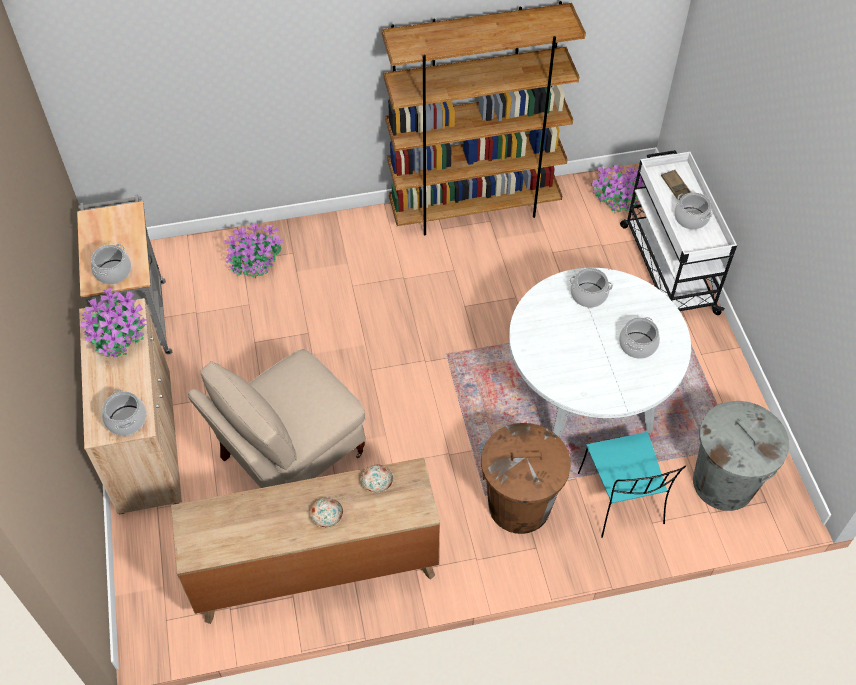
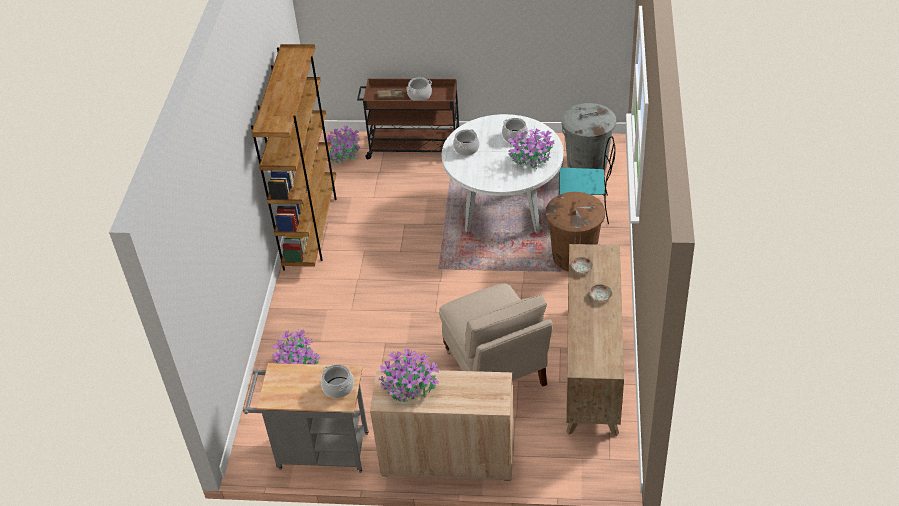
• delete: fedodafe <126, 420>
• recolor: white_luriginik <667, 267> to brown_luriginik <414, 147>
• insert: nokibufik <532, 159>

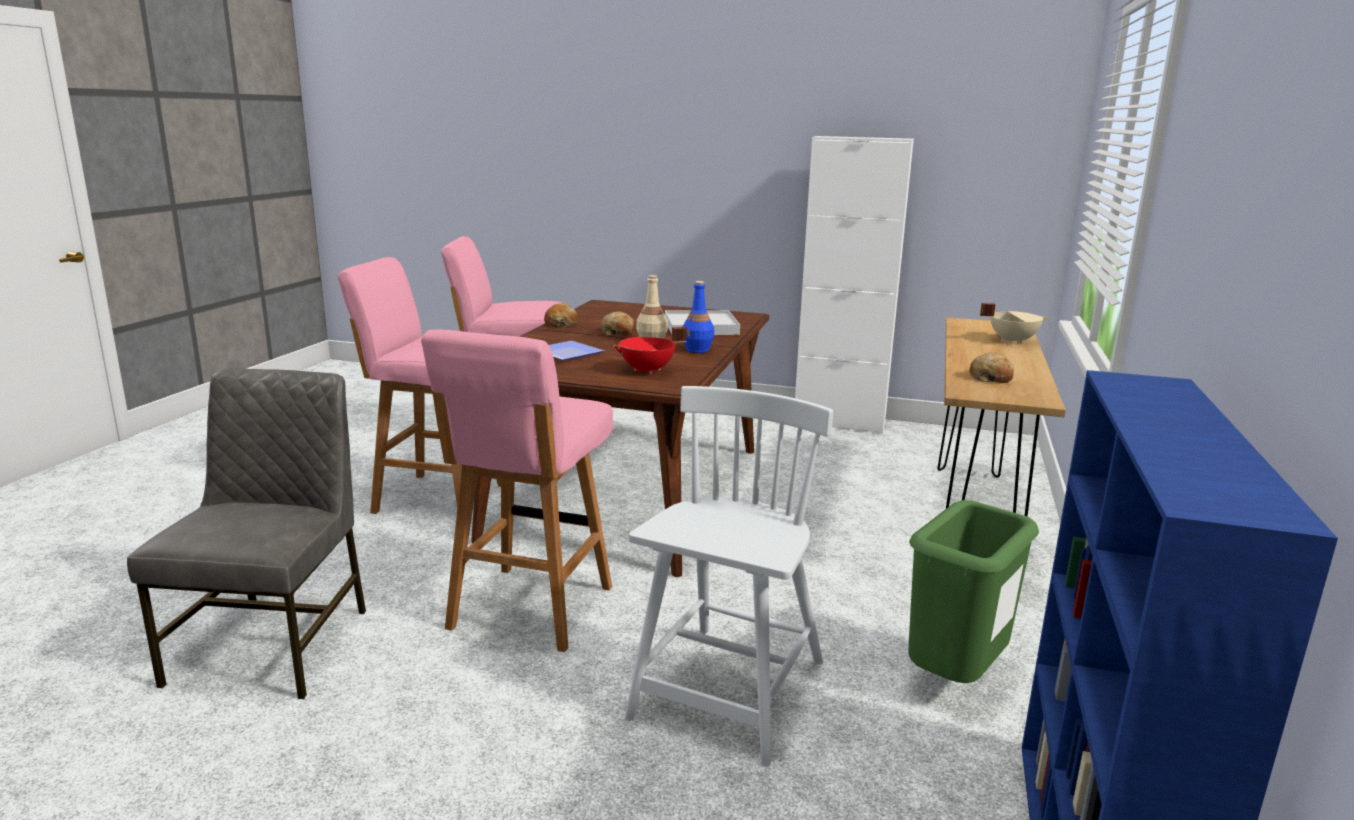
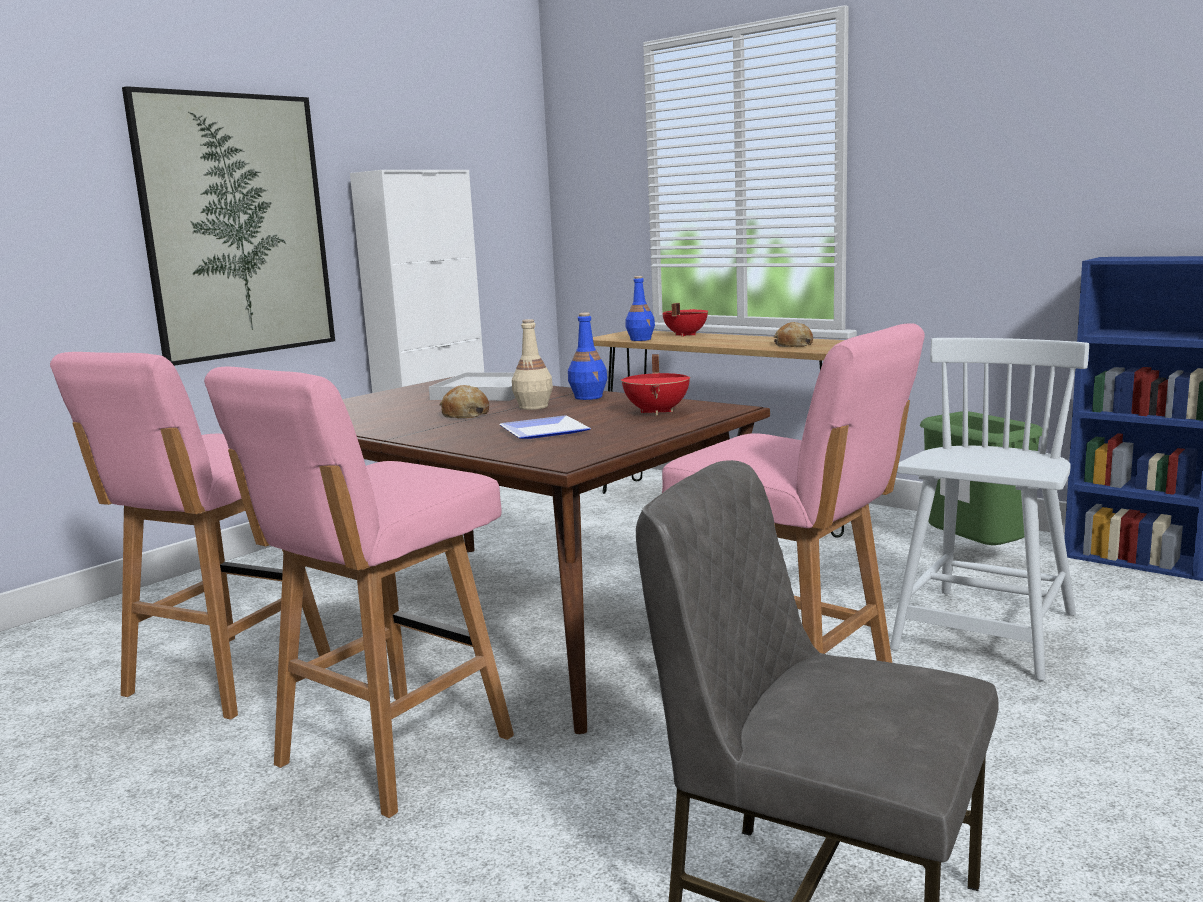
• delete: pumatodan <561, 323>
• rotate: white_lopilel <728, 693> = <985, 633> 75 degrees clockwise
• recolor: beige_fedodafe <1012, 341> to red_fedodafe <684, 335>
• insert: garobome <236, 226>
• insert: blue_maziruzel <641, 339>

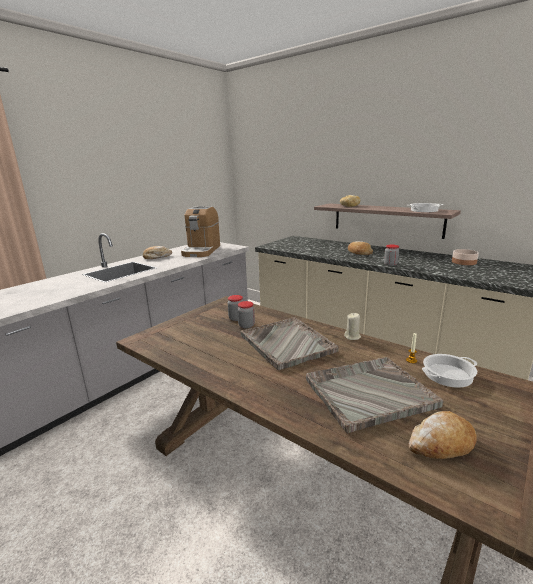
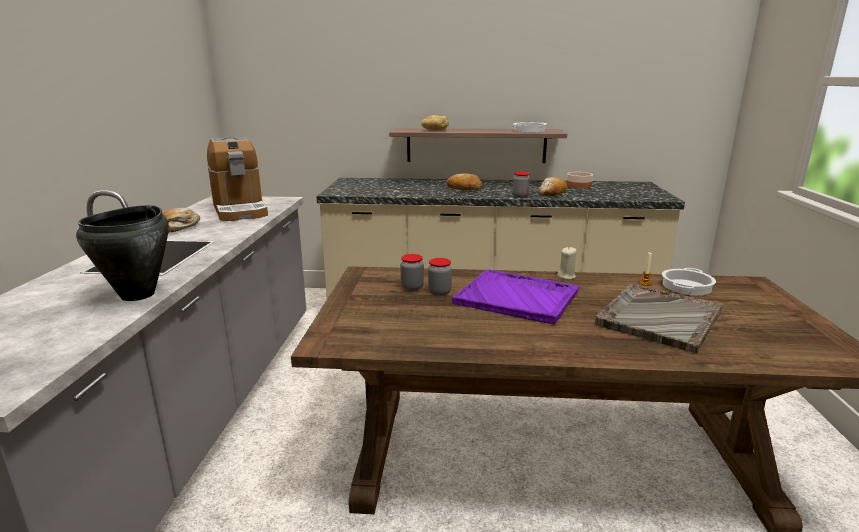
• recolor: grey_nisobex <287, 343> to purple_nisobex <517, 298>
• move: pumatodan <441, 443> to <552, 193>
• insert: black_fedodafe <138, 295>

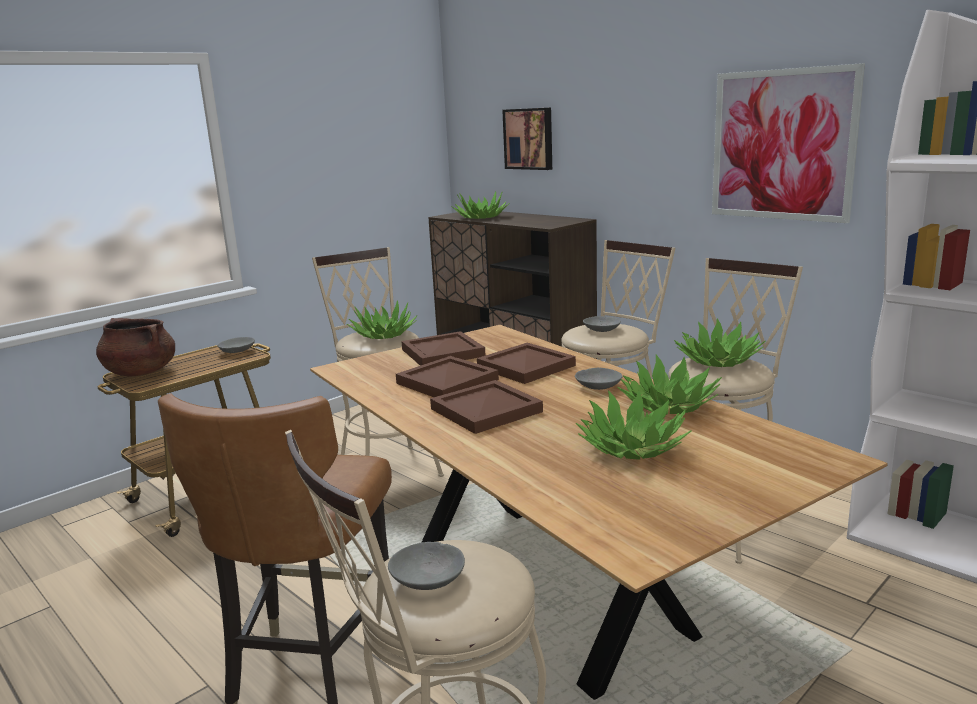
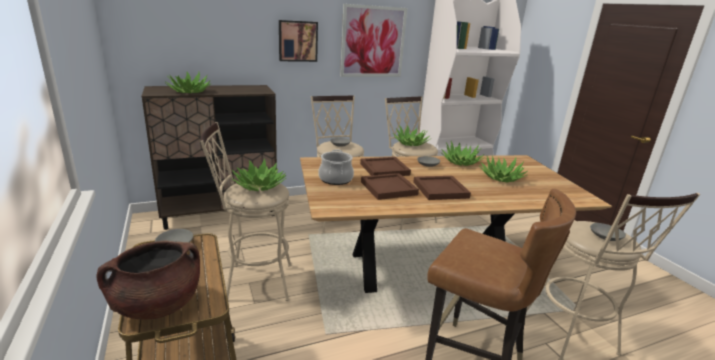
• replace: brown_nisobex <442, 353> to fedodafe <336, 179>
• move: garobome <529, 139> to <297, 41>

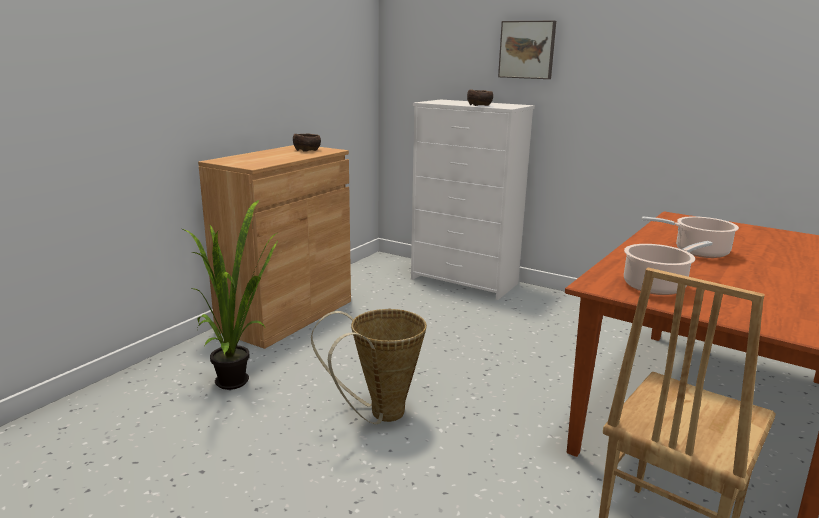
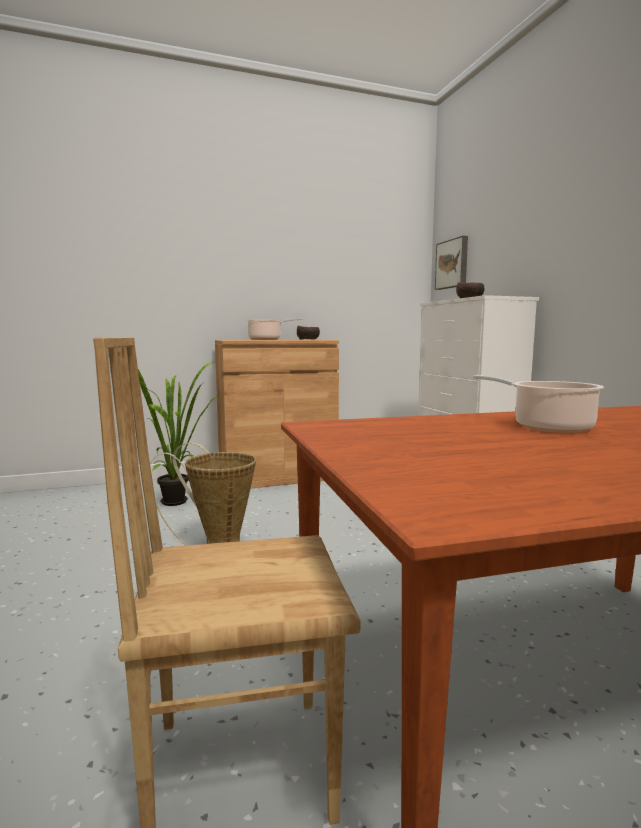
• move: garobome <527, 50> to <452, 264>
• move: fedodafe <657, 286> to <267, 339>

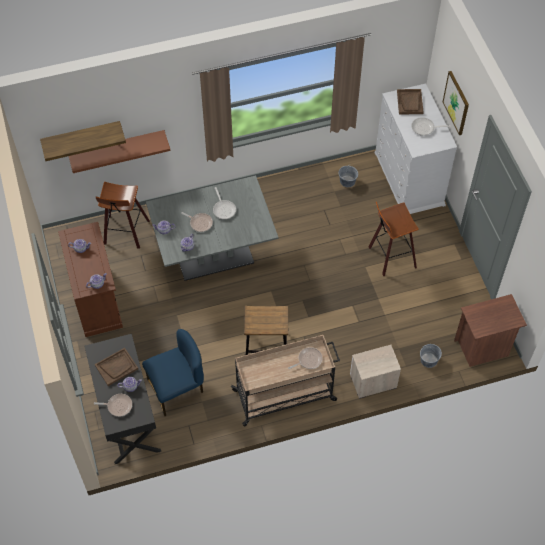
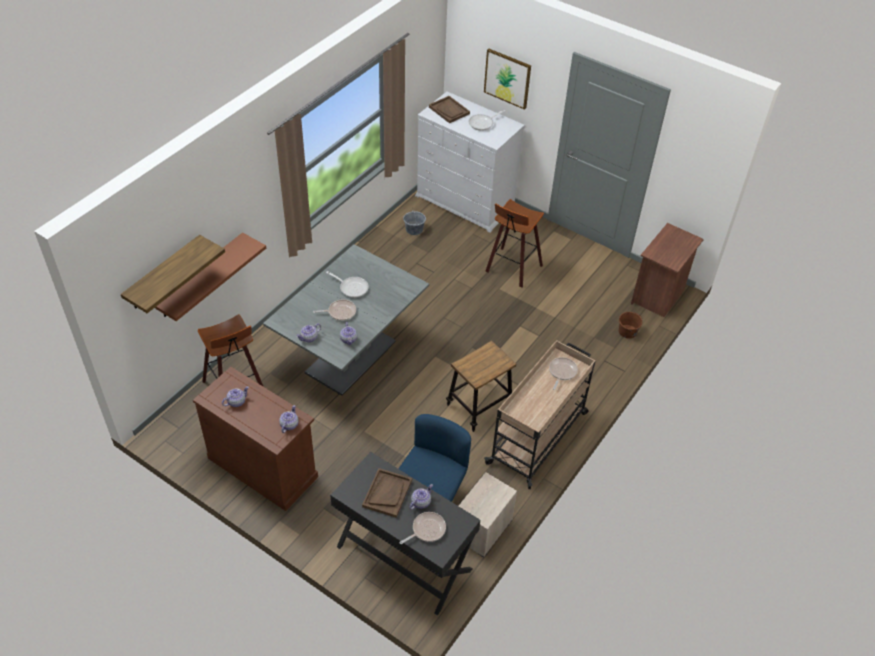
• move: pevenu <372, 381> to <482, 530>
• recolor: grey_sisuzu <429, 360> to brown_sisuzu <627, 331>

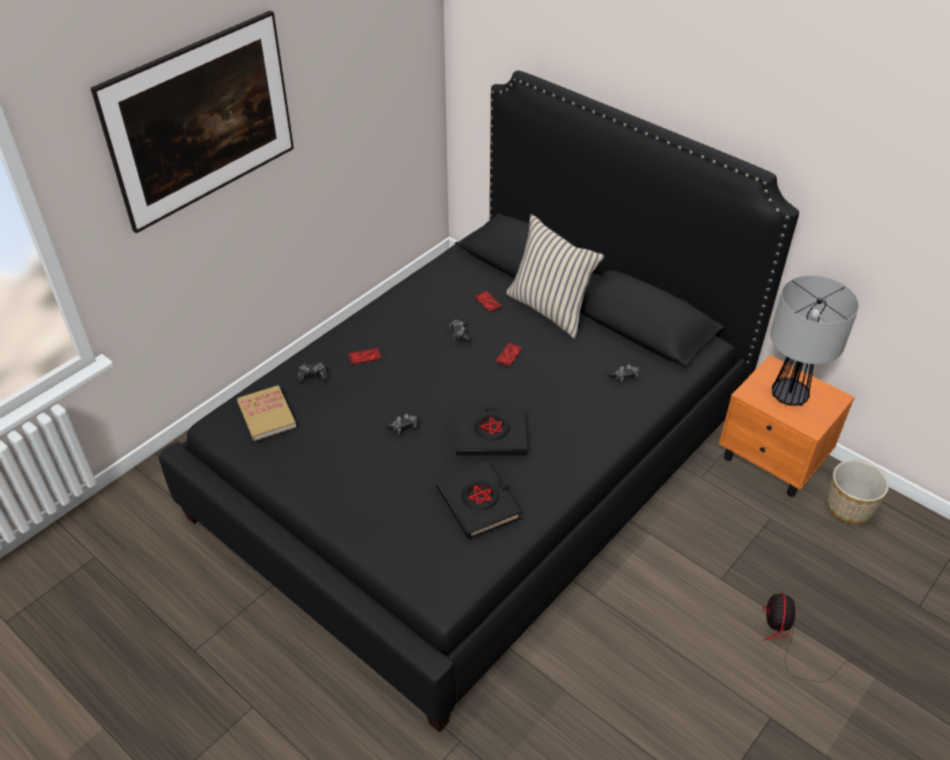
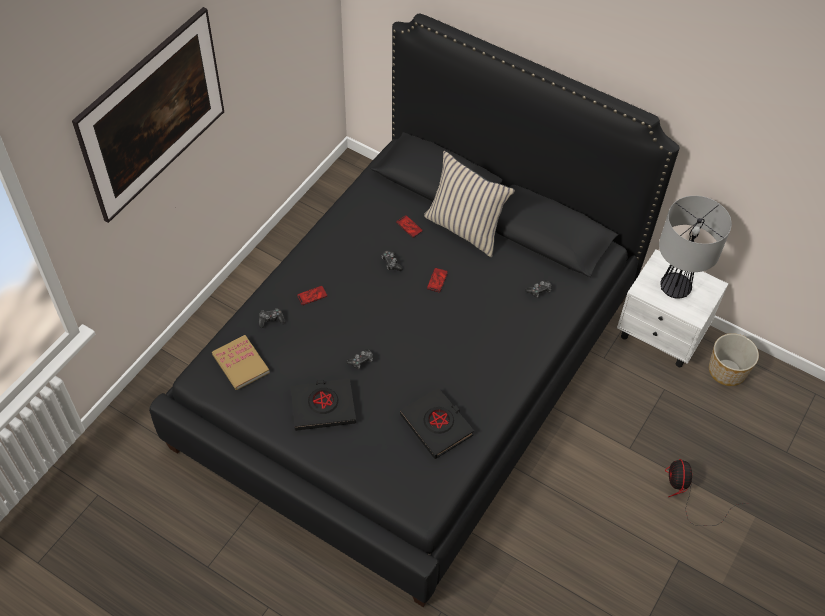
• move: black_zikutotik <491, 436> to <323, 407>
• recolor: orange_pevenu <773, 461> to white_pevenu <662, 335>

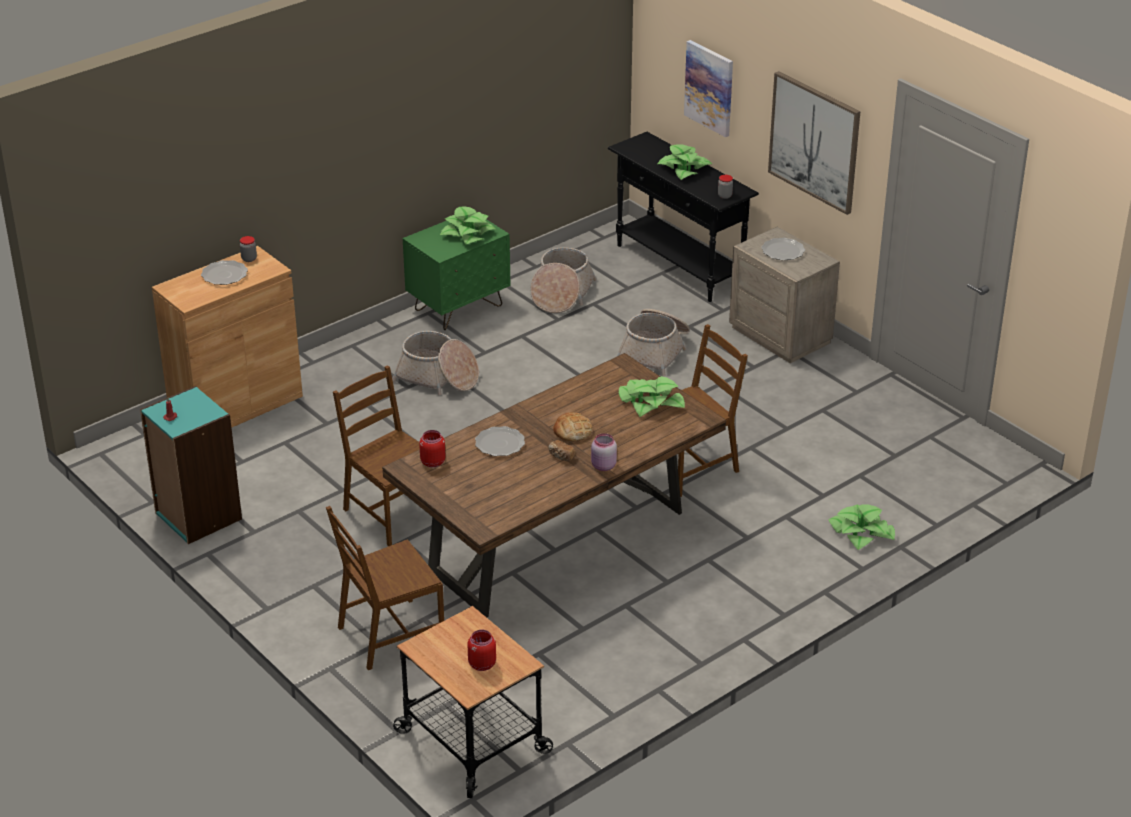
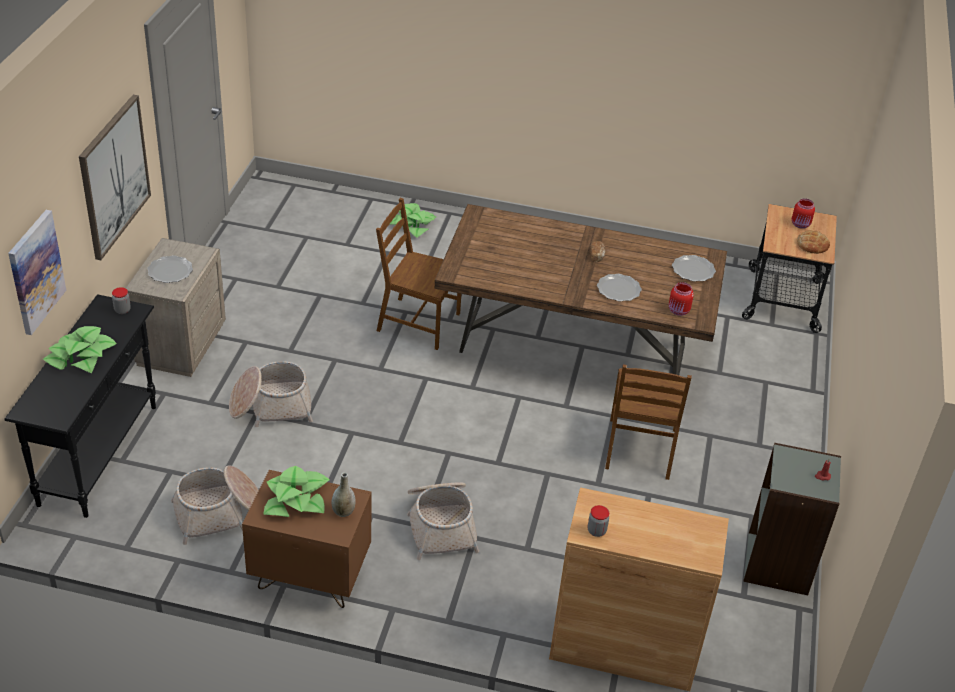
• recolor: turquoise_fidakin <197, 516> to grey_fidakin <778, 564>
• move: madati <224, 275> to <693, 270>
• delete: brown_lopilel <390, 635>
• recolor: green_pevenu <458, 308> to brown_pevenu <309, 577>
• move: pumatodan <572, 431> to <812, 245>
• delete: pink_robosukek <603, 466>
• delete: nokibufik <650, 402>
• insert: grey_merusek <343, 512>

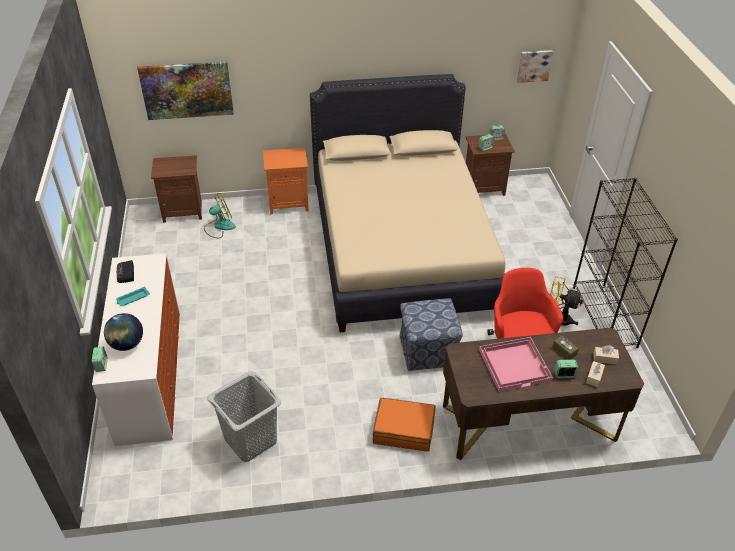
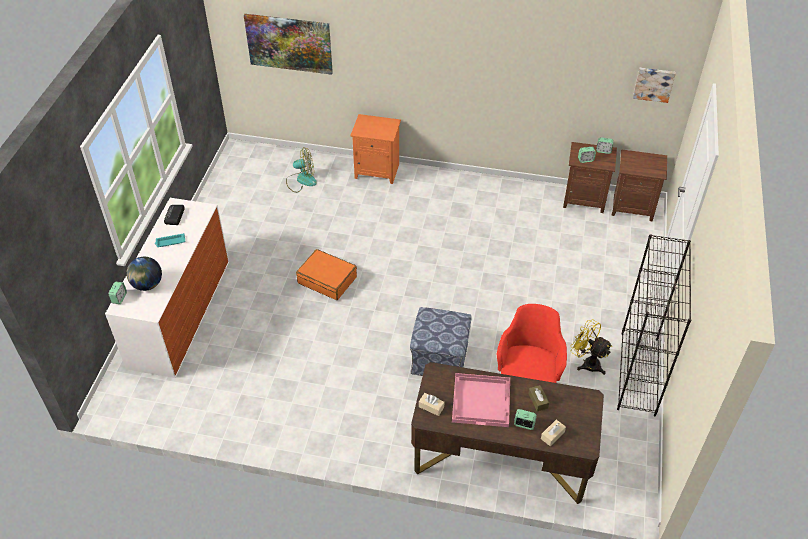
• move: brown_pevenu <183, 211> to <632, 207>
• delete: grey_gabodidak <250, 440>
• delete: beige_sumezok <401, 249>
• move: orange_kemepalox <404, 430> to <327, 280>
• move: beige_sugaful <605, 359> to <431, 407>

